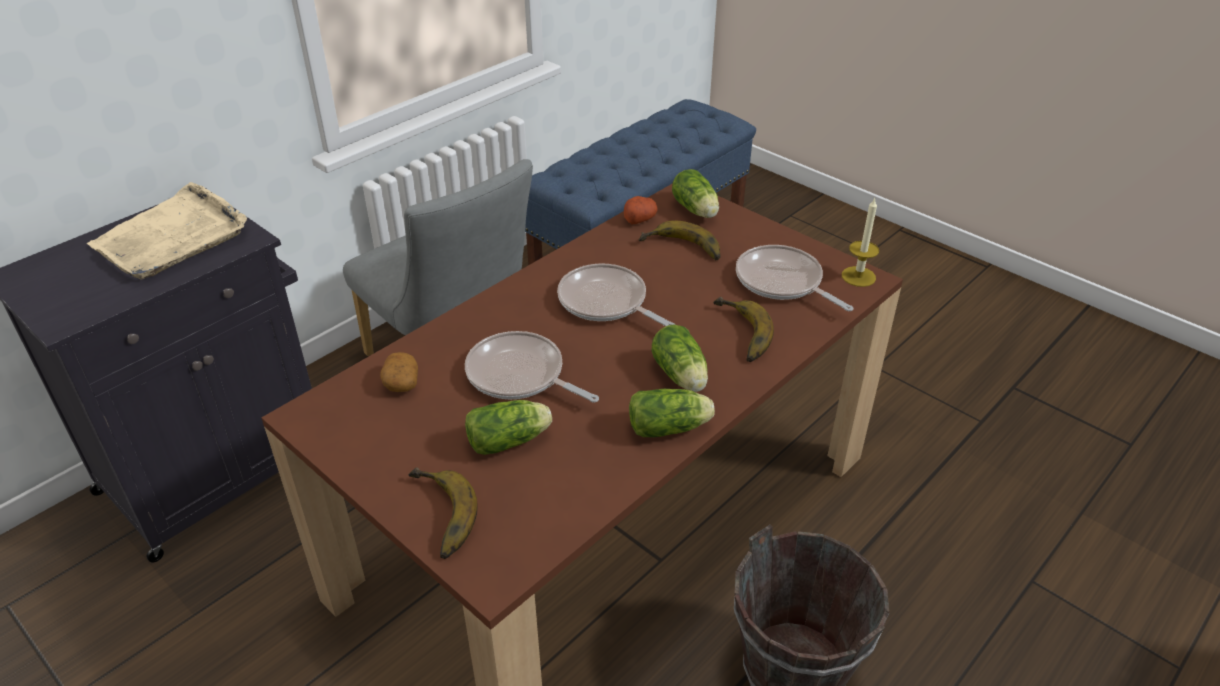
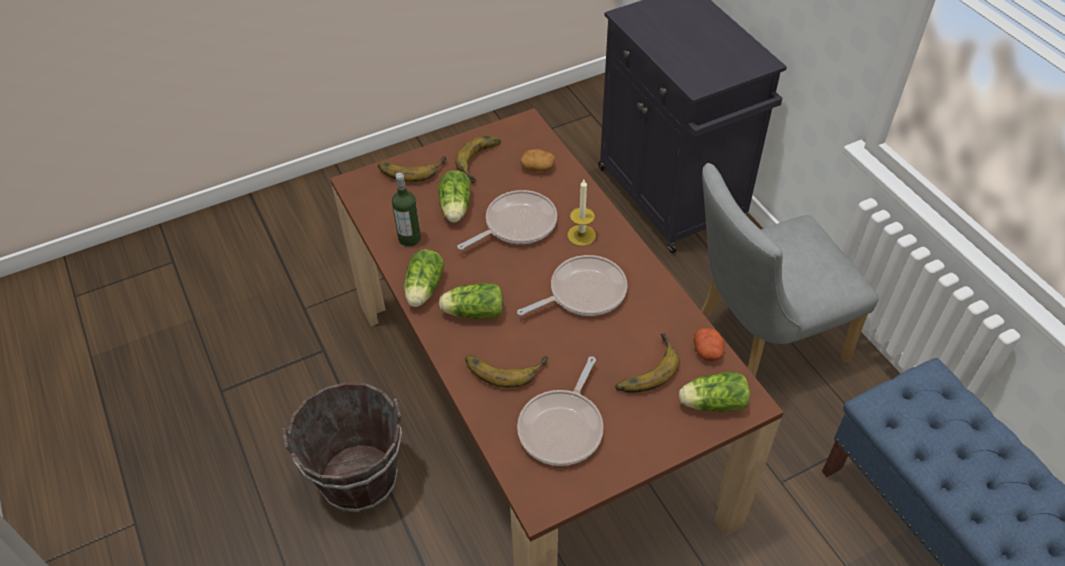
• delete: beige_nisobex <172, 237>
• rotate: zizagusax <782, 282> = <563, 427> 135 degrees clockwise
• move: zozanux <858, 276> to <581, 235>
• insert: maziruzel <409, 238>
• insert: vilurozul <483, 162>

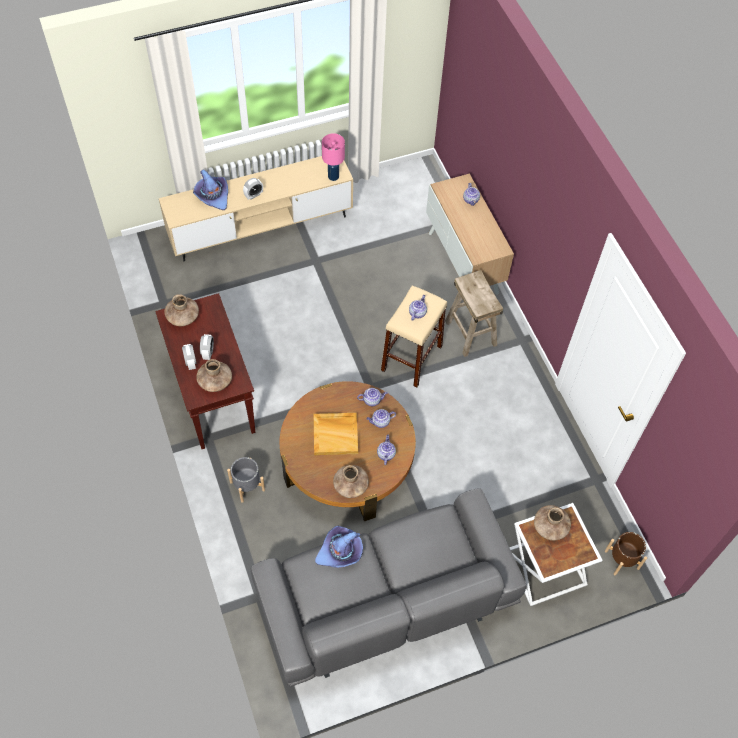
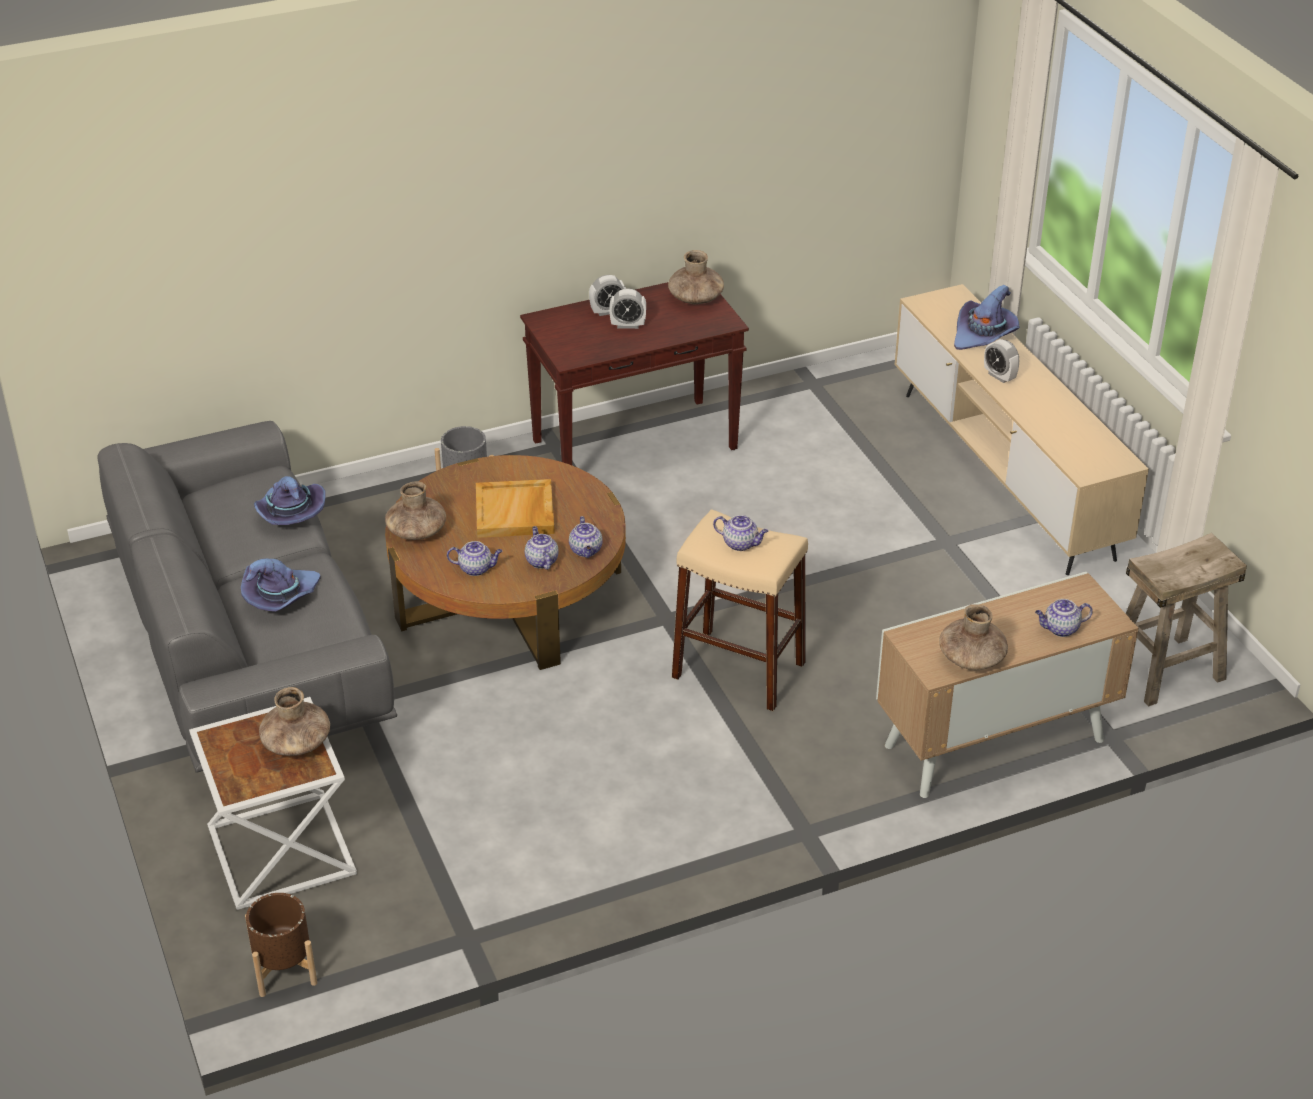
• move: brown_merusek <215, 381> to <971, 658>
• delete: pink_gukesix <333, 177>
• move: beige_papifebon <470, 333> to <1165, 669>
• insert: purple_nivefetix <281, 596>

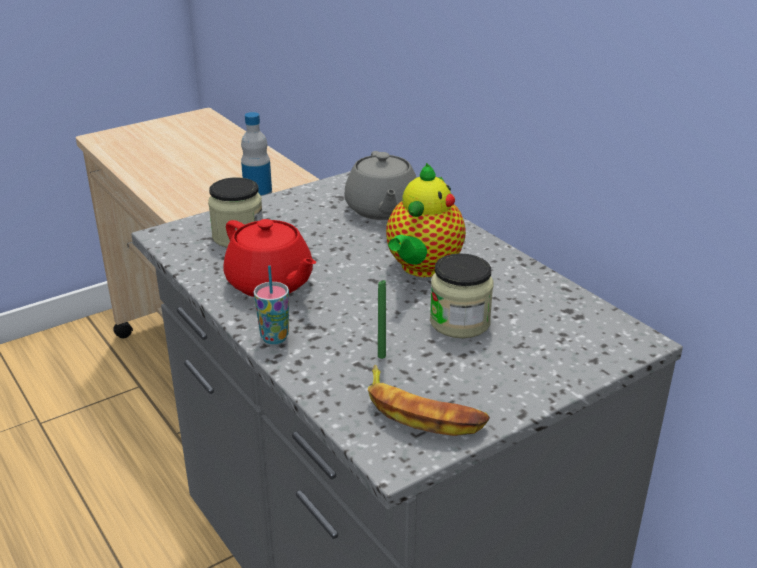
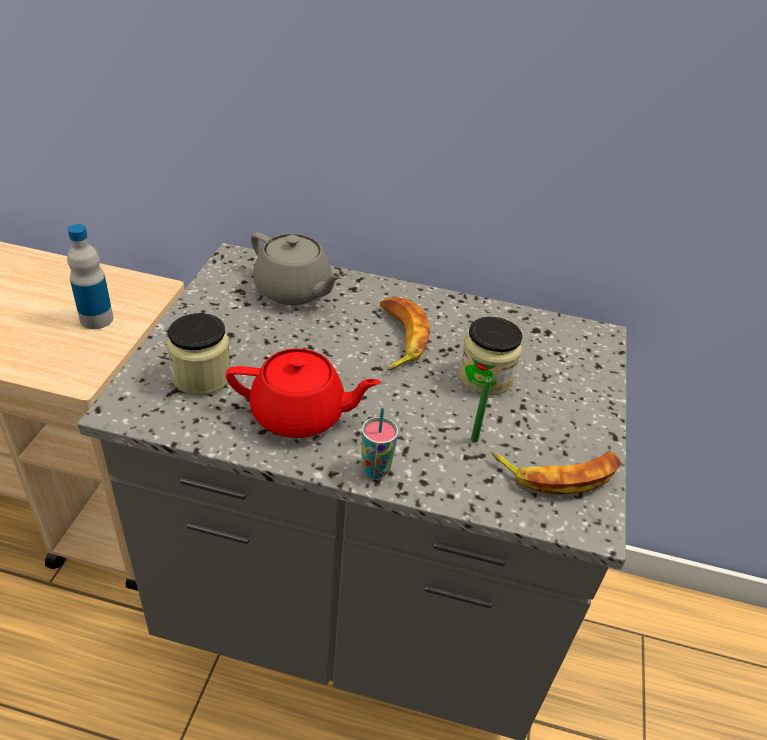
• replace: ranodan <422, 268> to vilurozul <398, 338>

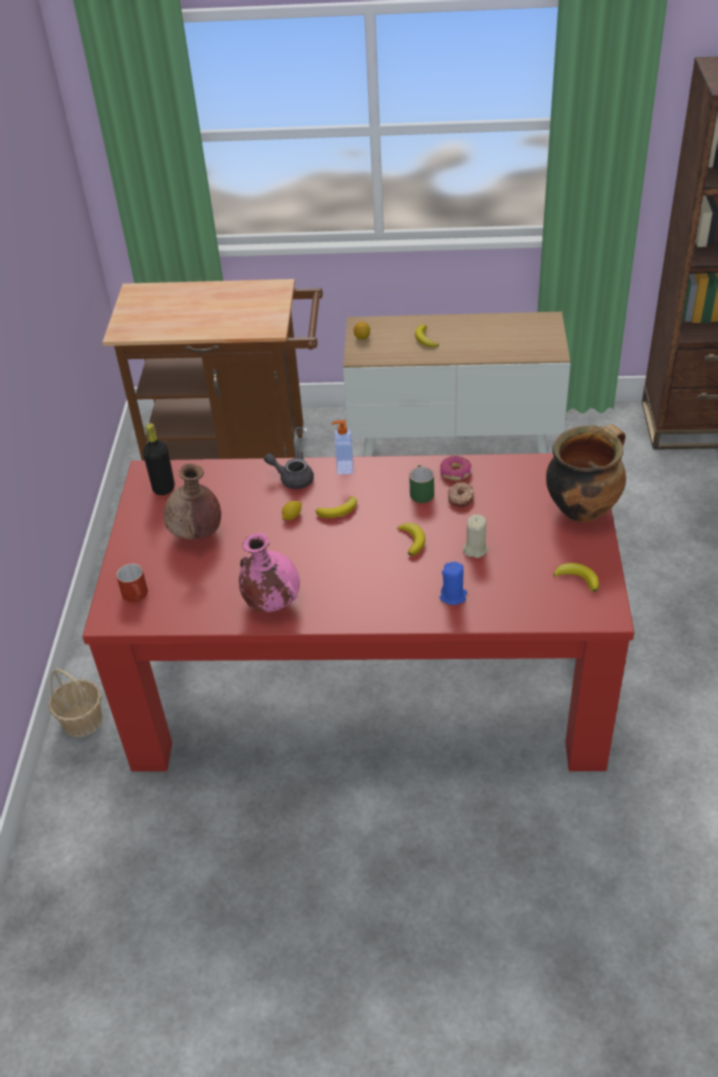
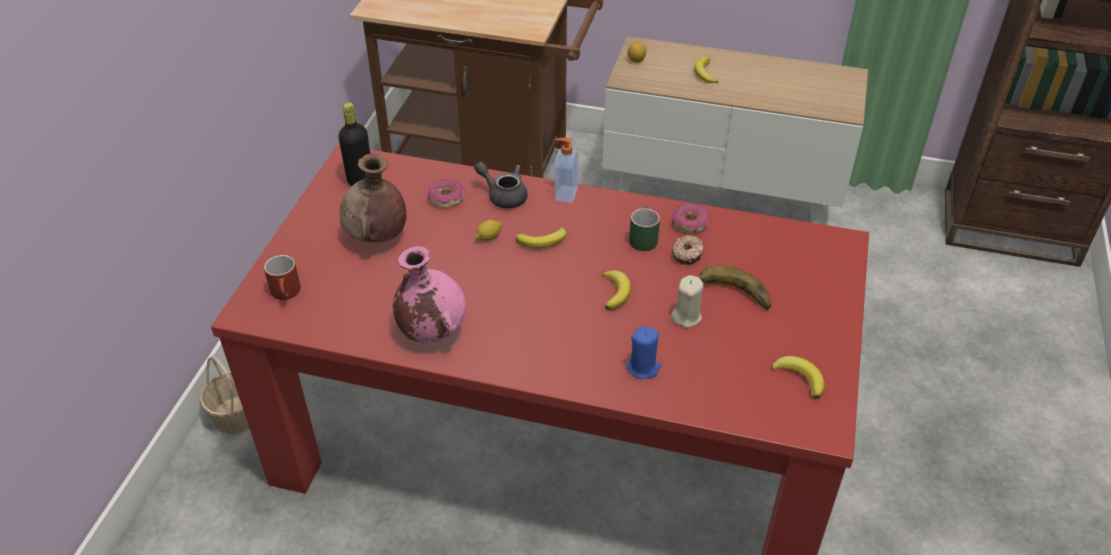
• delete: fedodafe <582, 508>
• insert: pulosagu <446, 198>
• insert: vilurozul <728, 298>

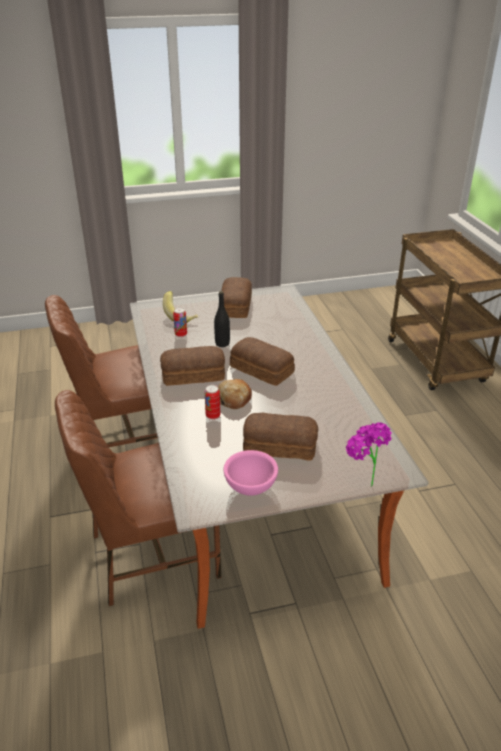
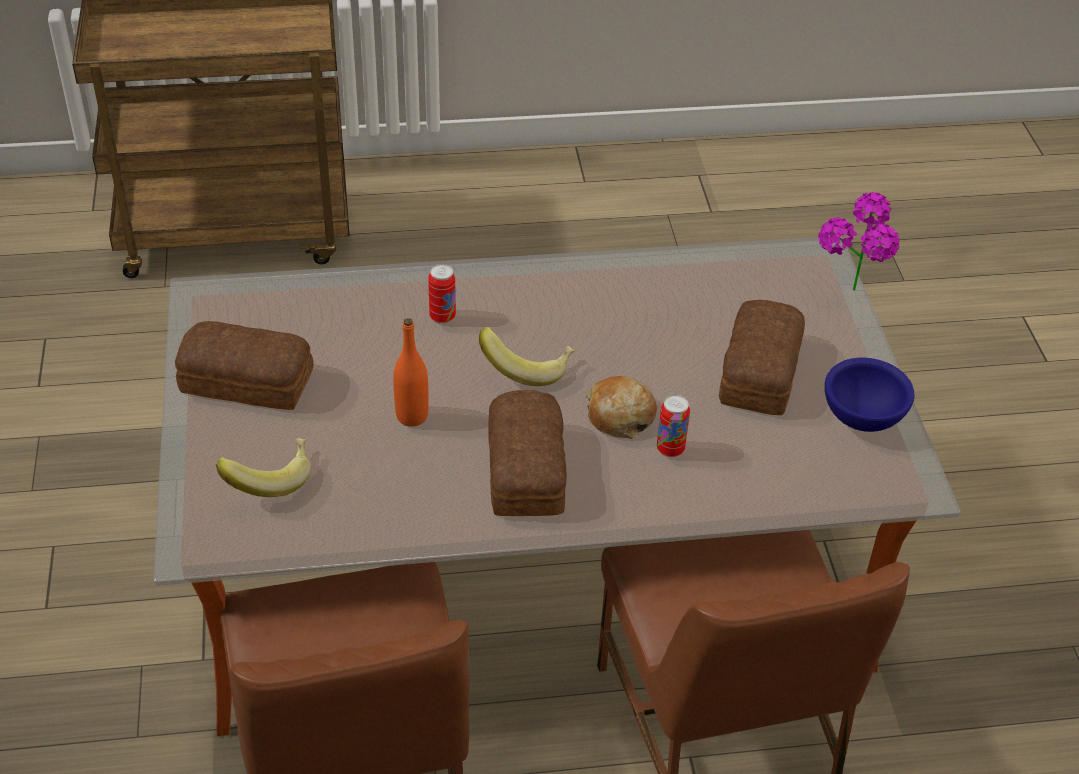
• move: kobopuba <181, 335> to <442, 317>
• recolor: black_maziruzel <222, 343> to orange_maziruzel <412, 416>
• recolor: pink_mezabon <251, 486> to blue_mezabon <861, 417>
• replace: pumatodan <262, 370> to vilurozul <527, 368>

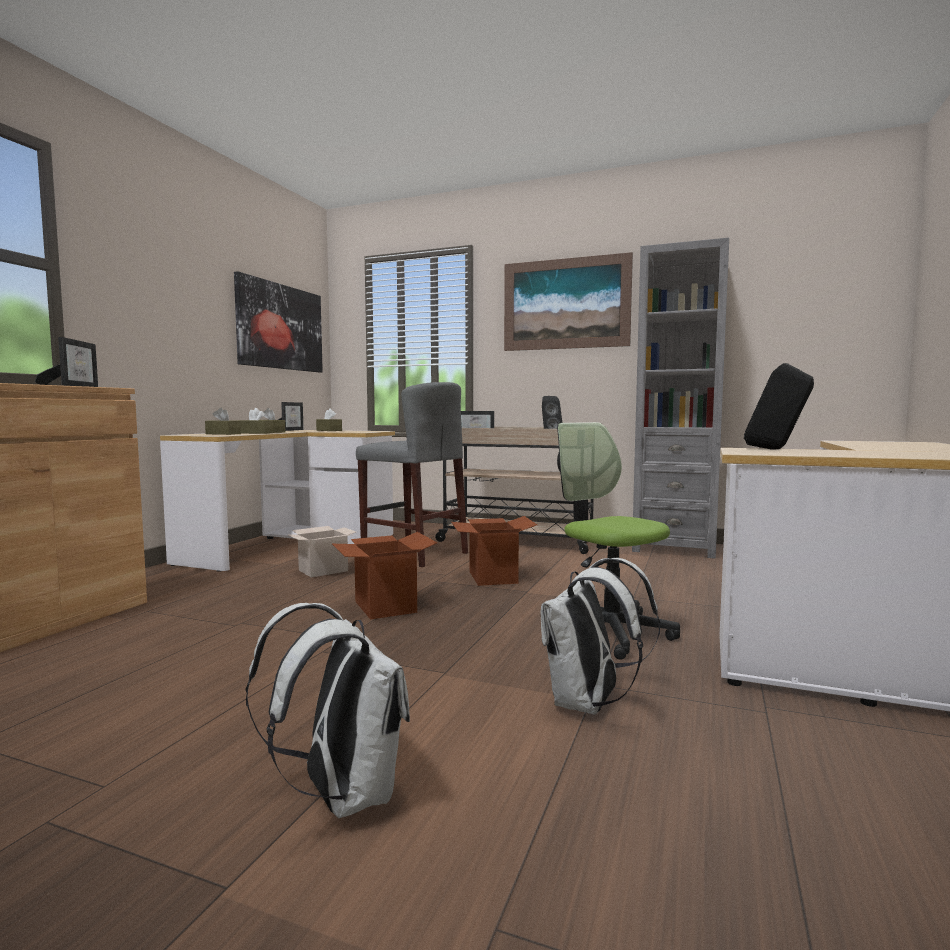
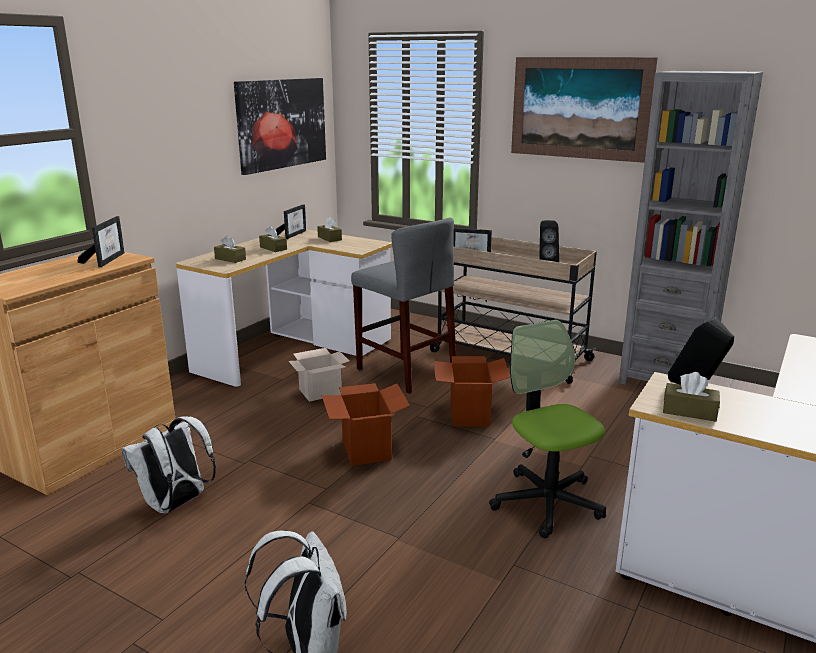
• move: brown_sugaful <255, 433> to <689, 411>
• move: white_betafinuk <589, 704> to <176, 504>

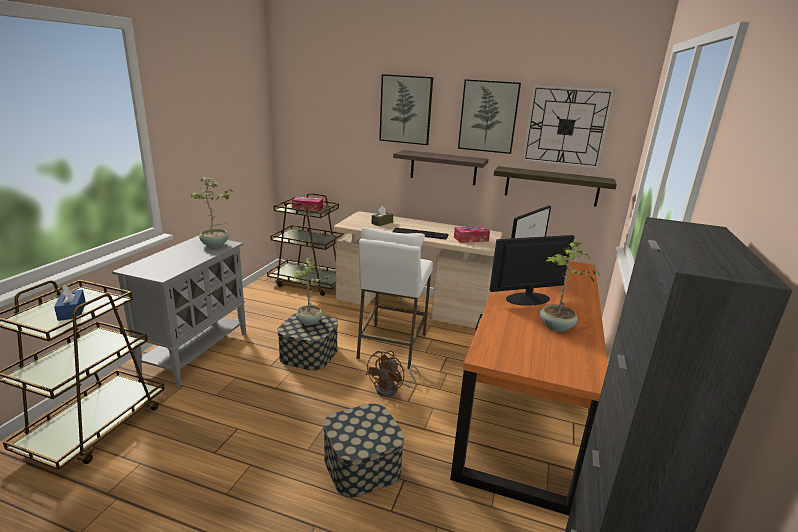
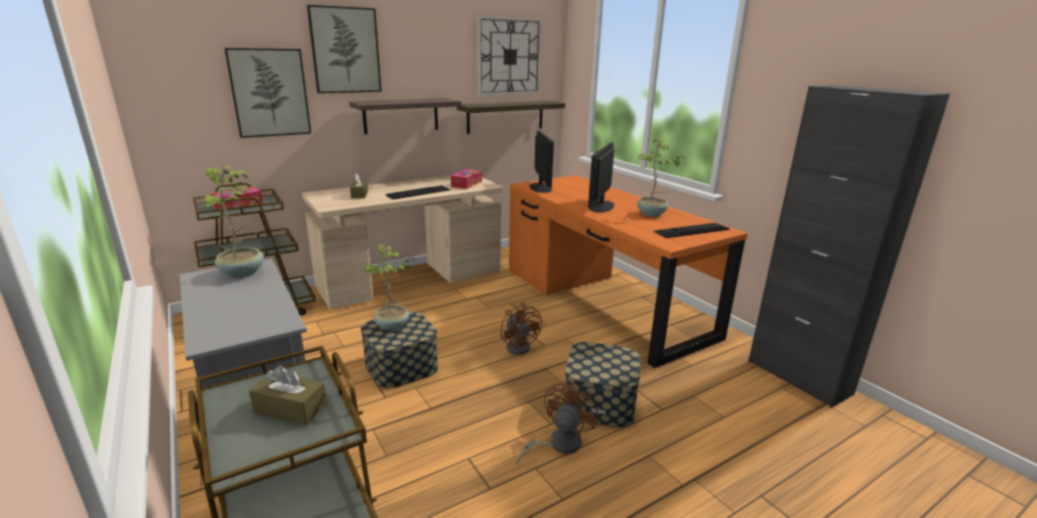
• recolor: blue_sugaful <72, 311> to brown_sugaful <290, 409>
• delete: white_papifebon <391, 346>
• move: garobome <488, 116> to <269, 92>
• insert: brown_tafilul <558, 444>
• insert: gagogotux <691, 230>

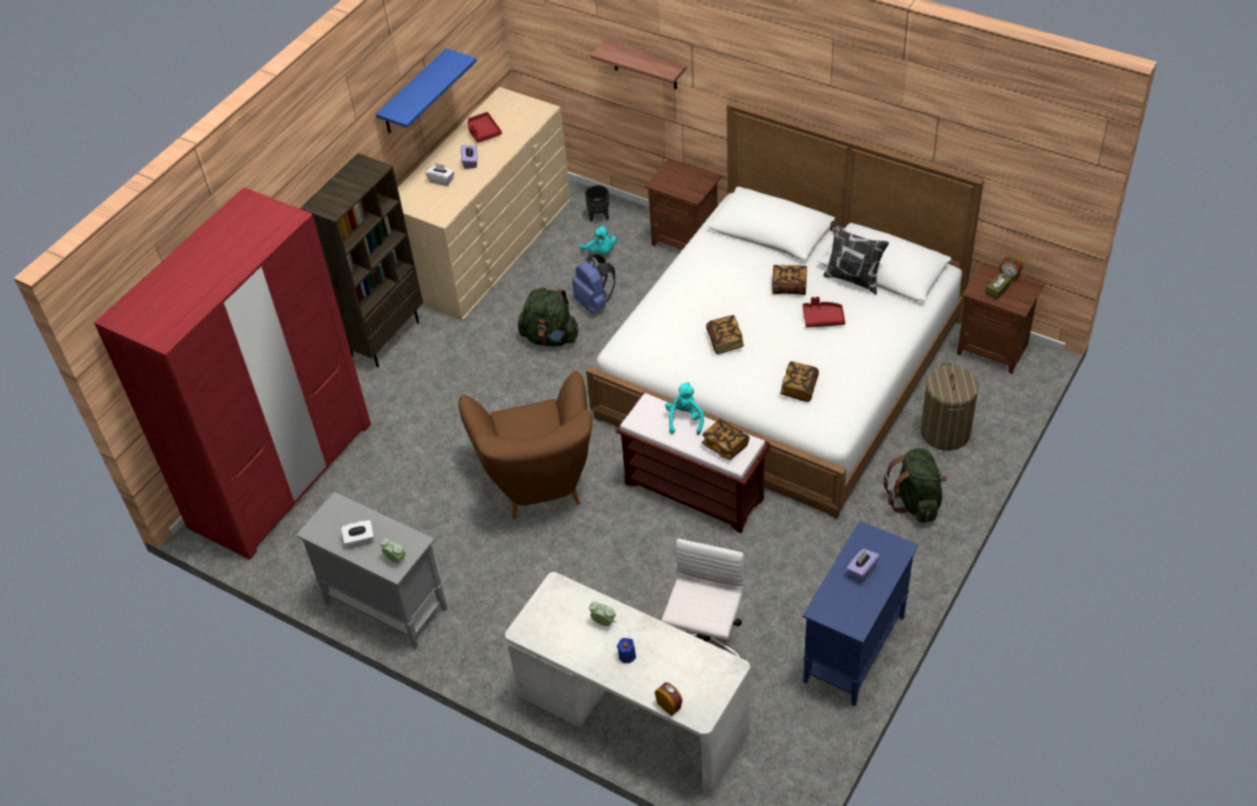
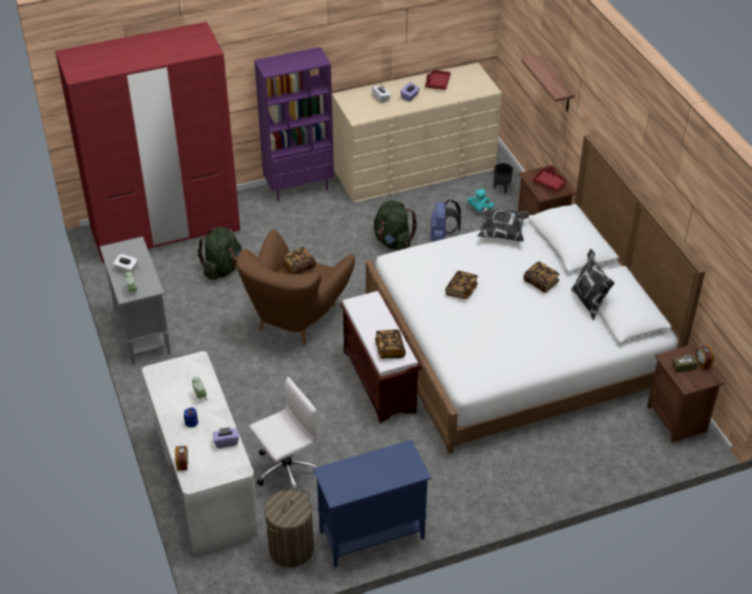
• recolor: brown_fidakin <384, 338> to purple_fidakin <299, 187>
• delete: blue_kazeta <413, 93>
• delete: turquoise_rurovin <685, 420>
• move: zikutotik <799, 388> to <298, 267>
• move: red_nisobex <823, 318> to <549, 183>
• move: purple_sugaful <862, 570> to <226, 442>
• move: green_betafinuk <915, 501> to <222, 269>
• move: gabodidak <945, 432> to <291, 548>
• insert: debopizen <502, 232>

